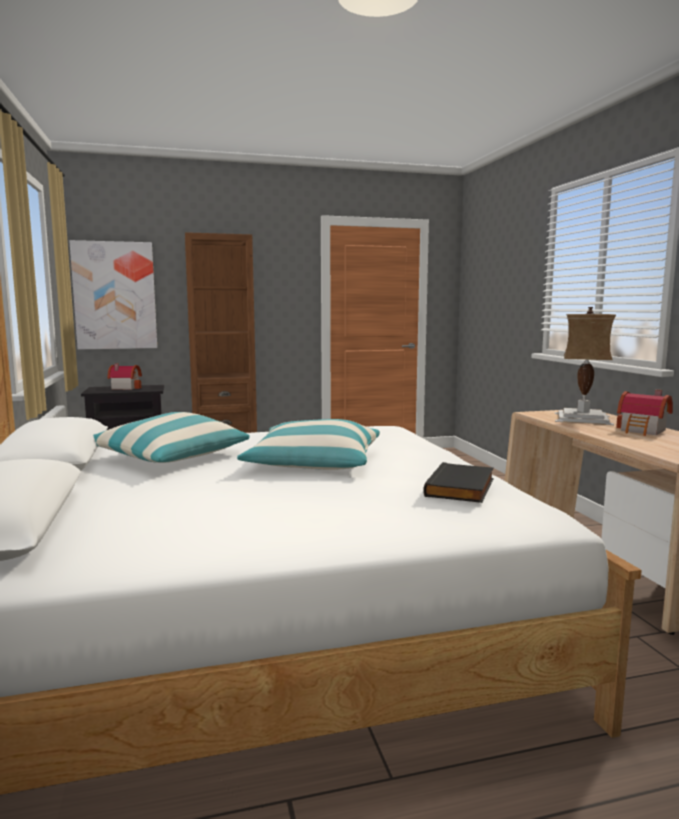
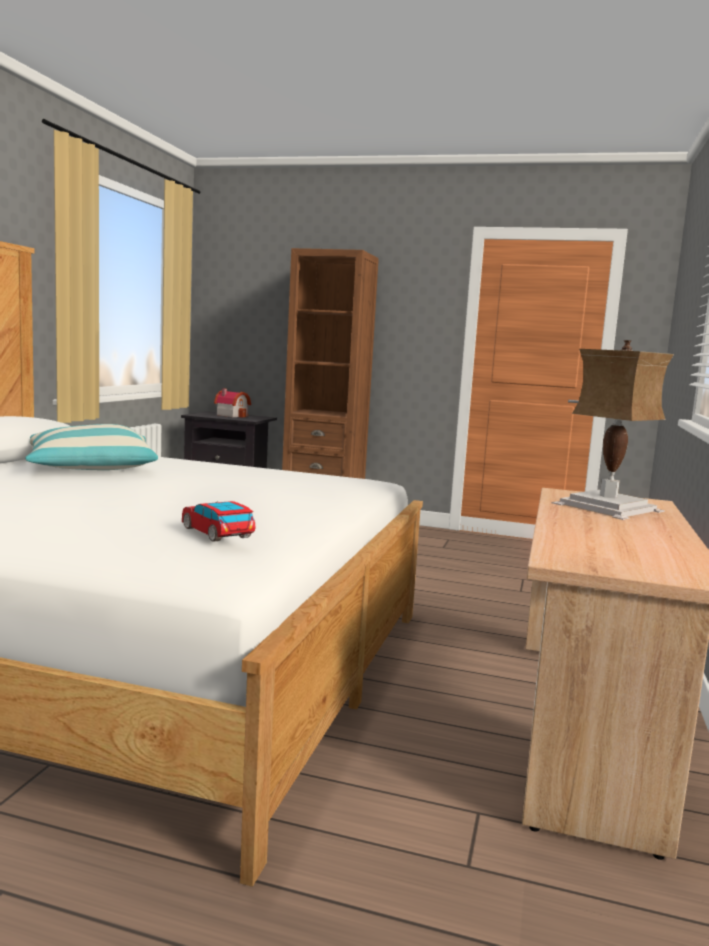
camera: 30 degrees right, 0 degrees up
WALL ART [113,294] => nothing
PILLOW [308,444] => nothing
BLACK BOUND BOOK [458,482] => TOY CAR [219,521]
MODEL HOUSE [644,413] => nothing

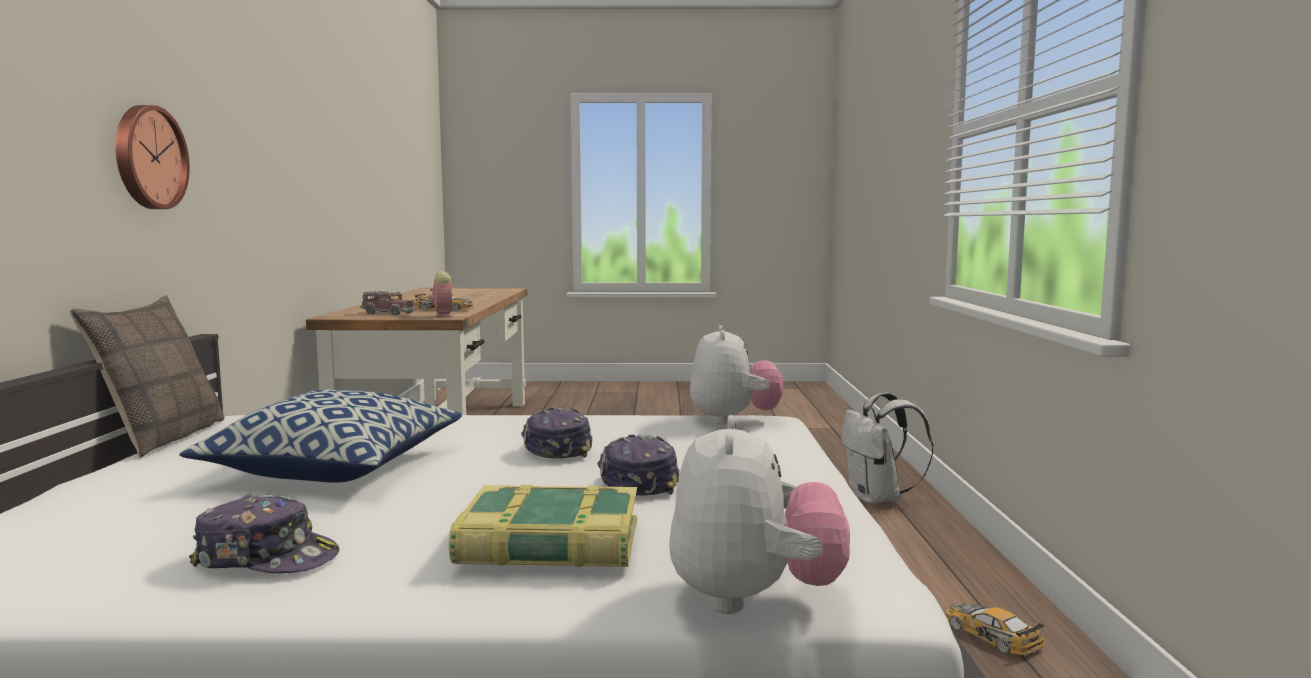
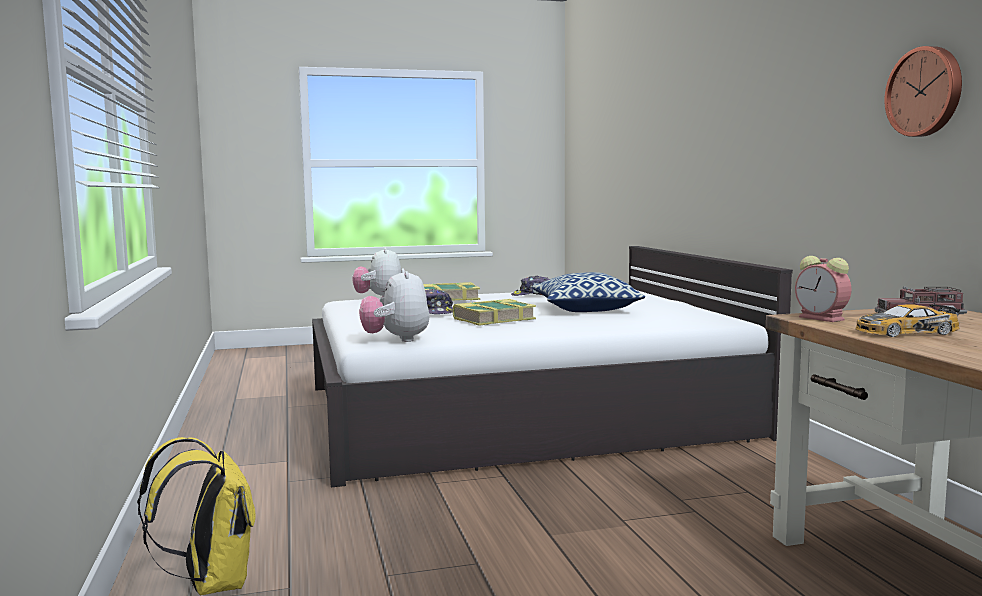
camera: 165 degrees right, 0 degrees up
PILLOW [147,376] => nothing
HANGING CLOCK [152,157] => HANGING CLOCK [923,91], relocated
BASEBALL CAP [557,432] => BOUND BOOK [494,312]
WHITE-COLOURED RUCKSACK [887,448] => YELLOW RUCKSACK [196,516]
TOY CAR [994,628] => nothing

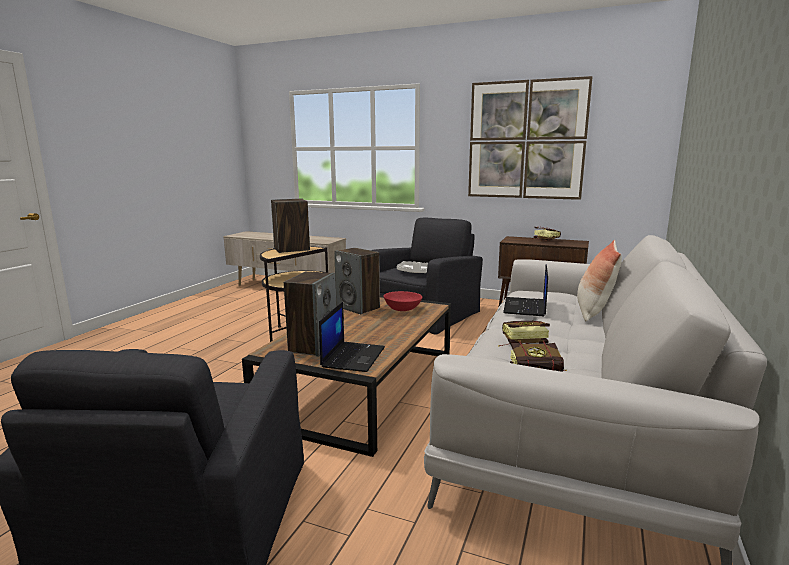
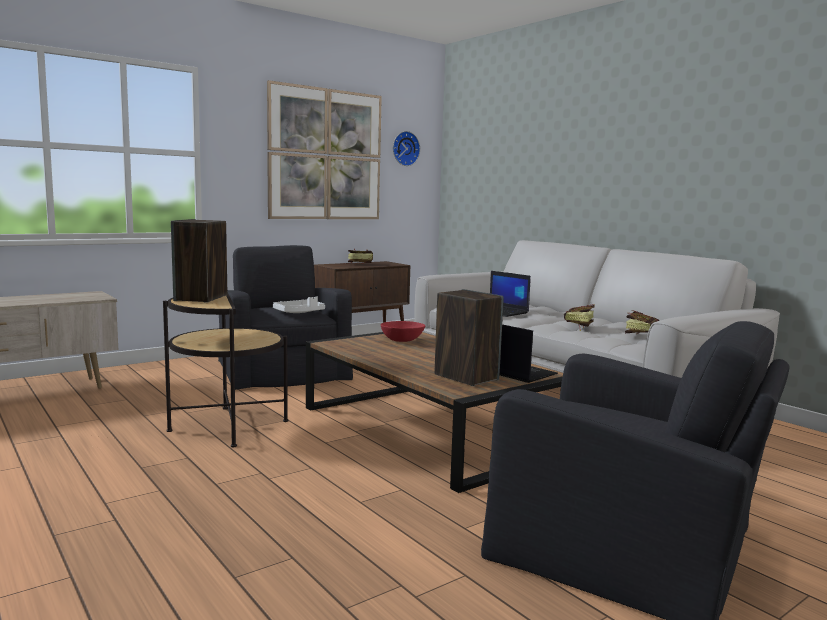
camera: 60 degrees left, 5 degrees down
LOUDSPEAKER [357,281] => nothing
PILLOW [599,280] => nothing
nothing => HANGING CLOCK [406,148]

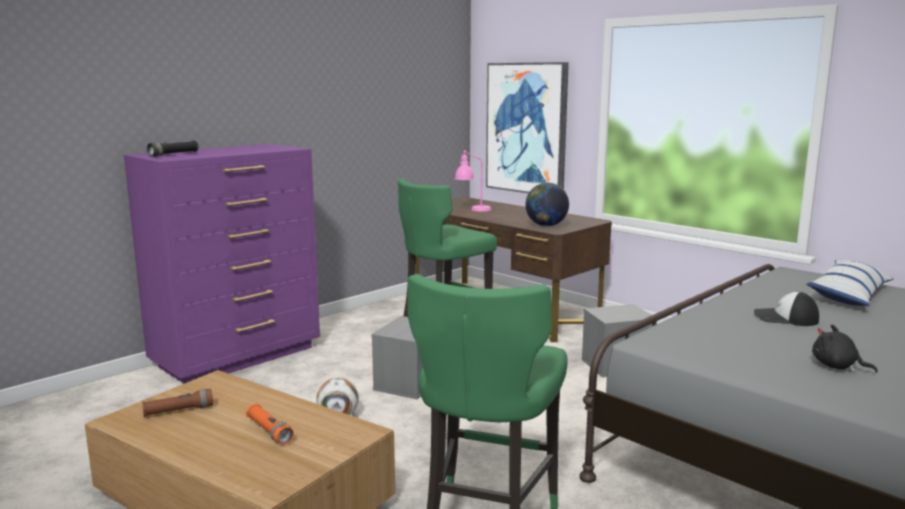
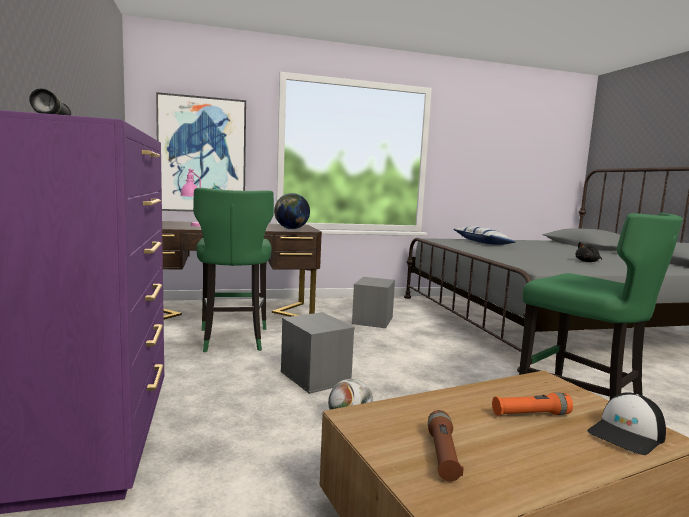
camera: 60 degrees left, 5 degrees down
BASEBALL CAP [786,309] => BASEBALL CAP [626,423], relocated

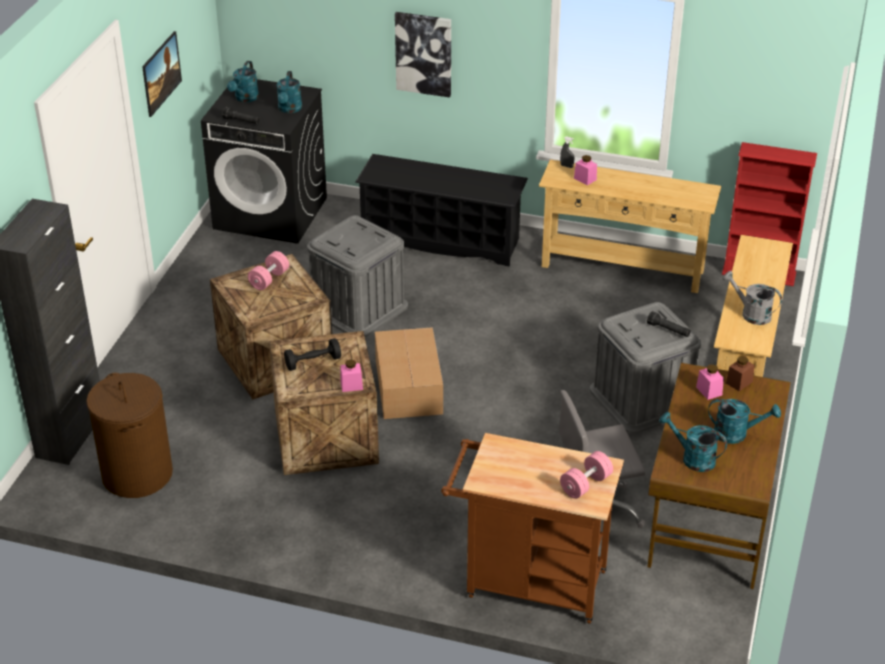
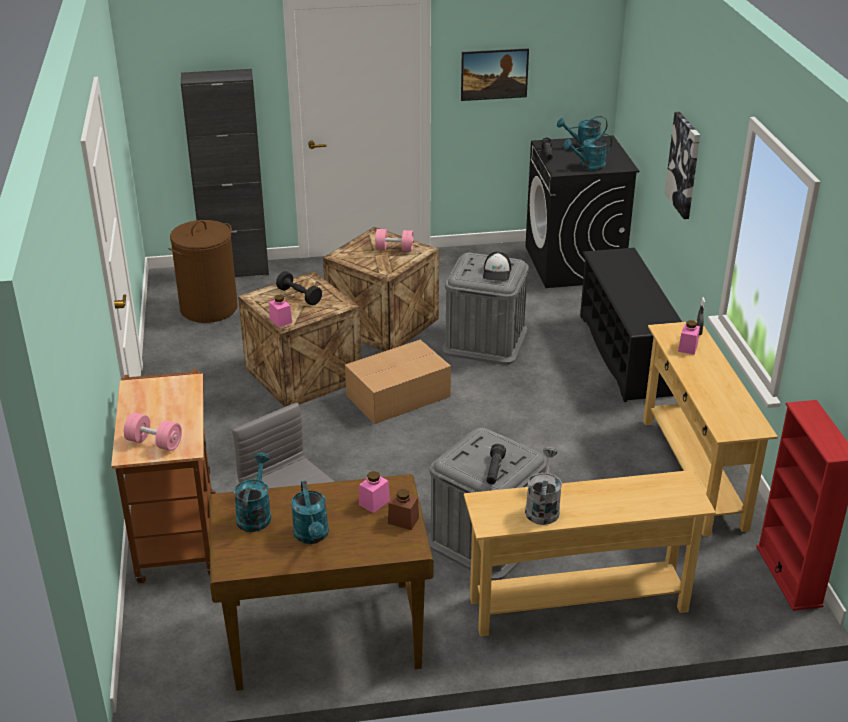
camera: 65 degrees right, 5 degrees down
nothing => BASEBALL CAP [497,266]

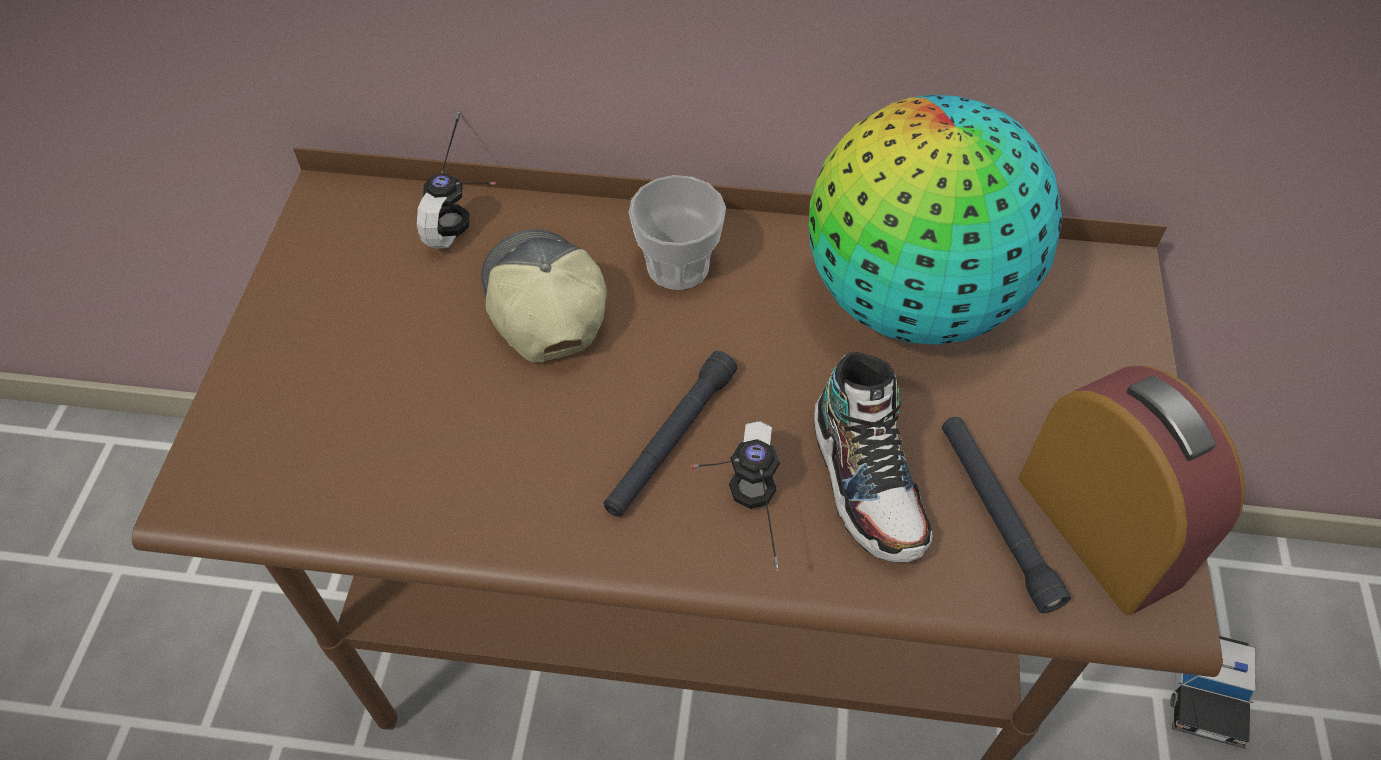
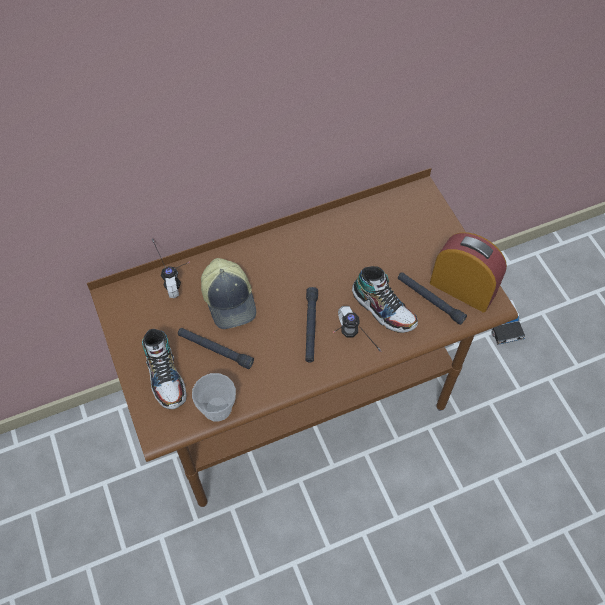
camera: 30 degrees left, 5 degrees up
BASEBALL CAP [544,296] => BASEBALL CAP [228,293], 150 degrees counterclockwise
SMALL CUP [677,232] => SMALL CUP [214,397], relocated
GLOBE [935,219] => nothing
nothing => ITEM OF FOOTWEAR [164,369]
nothing => BLACK TORCH [216,348]

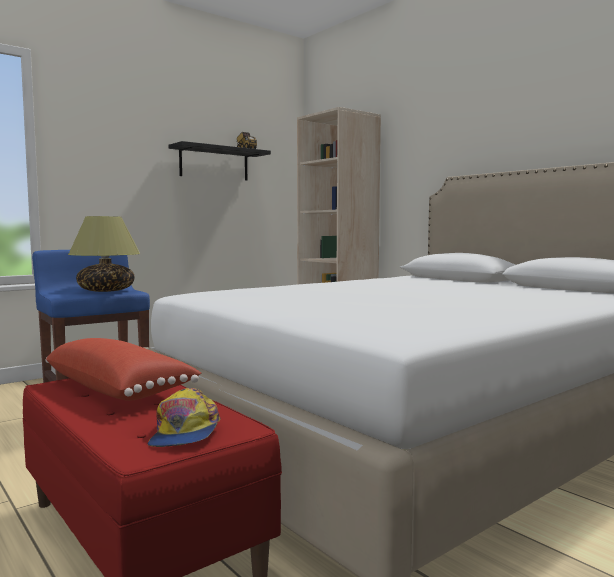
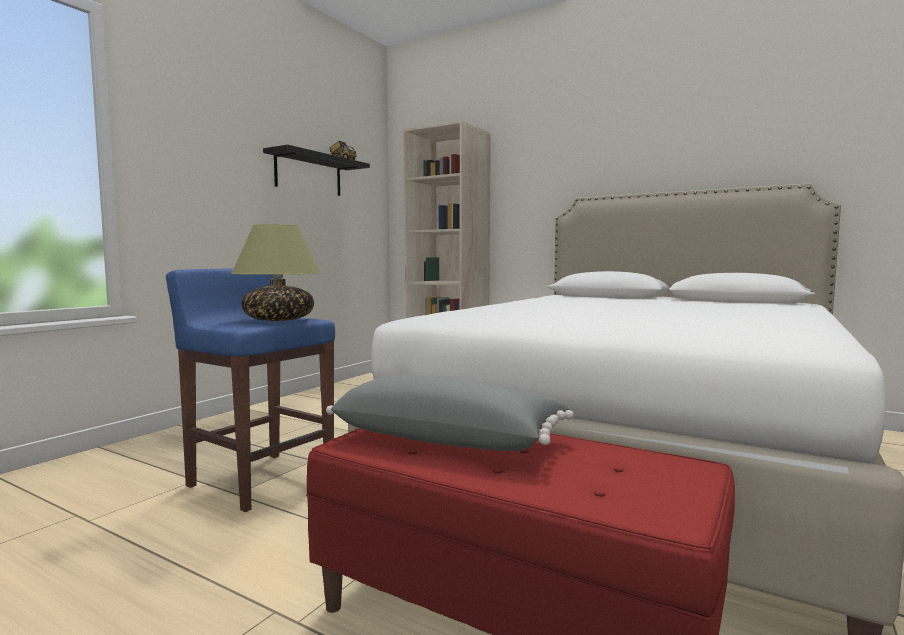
camera: 20 degrees left, 0 degrees up
RED PILLOW [123,369] => GREYISH PILLOW [450,413]
BASEBALL CAP [184,417] => nothing

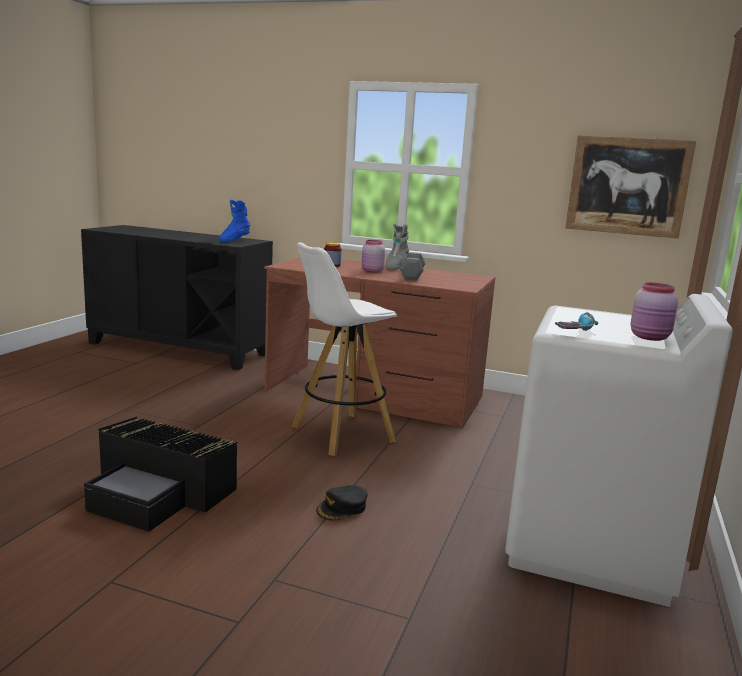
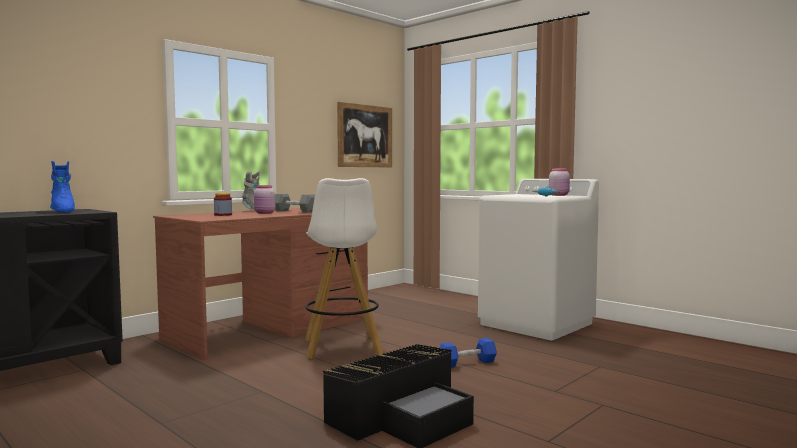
camera: 65 degrees left, 10 degrees down
BLACK BASEBALL CAP [342,502] => BLUE FREE WEIGHT [468,353]

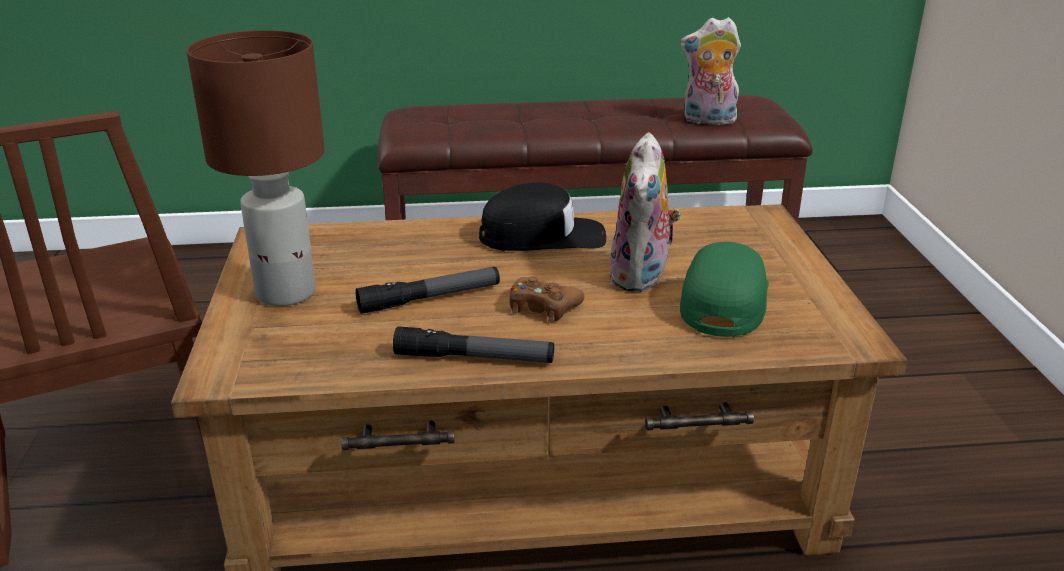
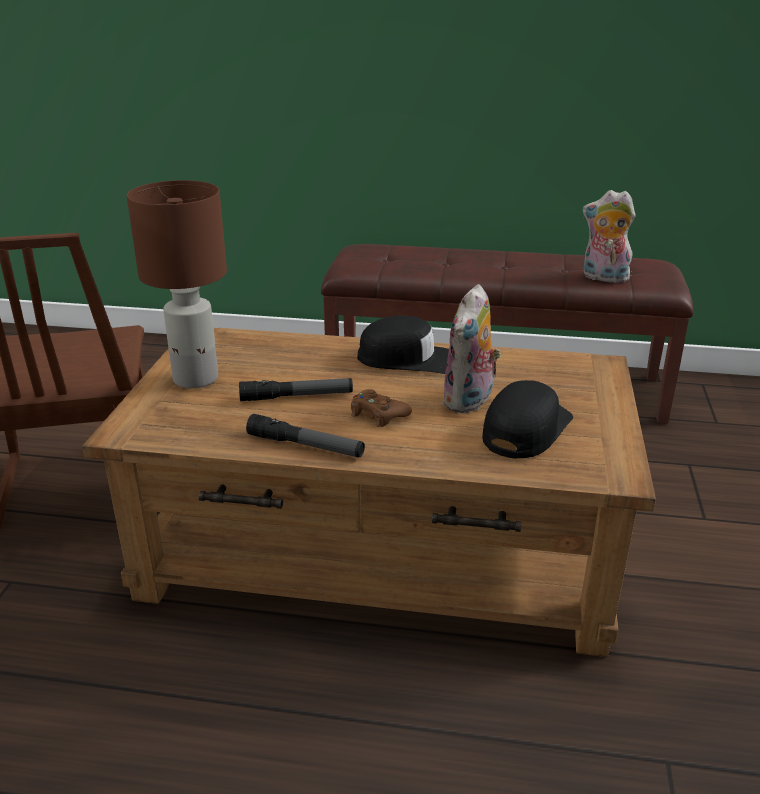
camera: 15 degrees right, 0 degrees up
GREEN-COLOURED BASEBALL CAP [724,289] => BLACK BASEBALL CAP [527,419]

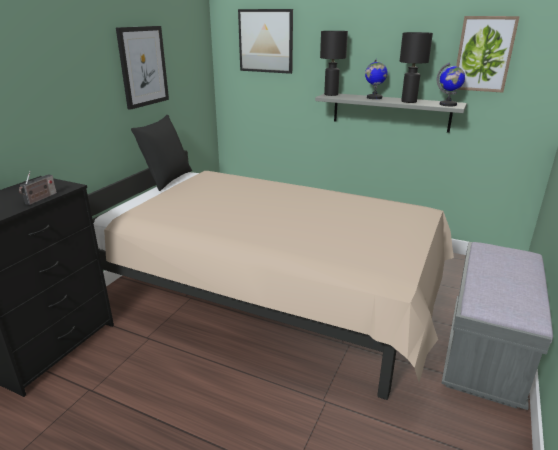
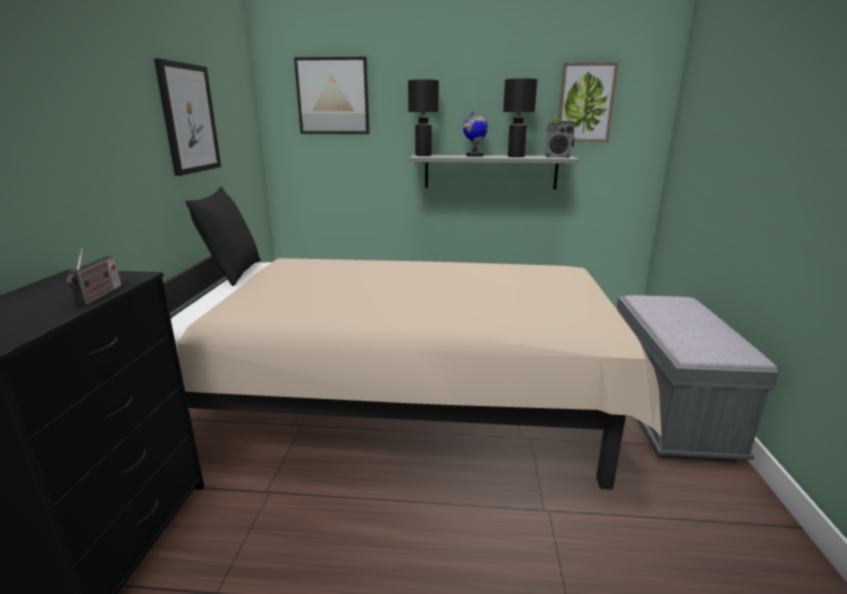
camera: 20 degrees left, 5 degrees down
GLOBE [451,84] => RADIO SET [560,138]

